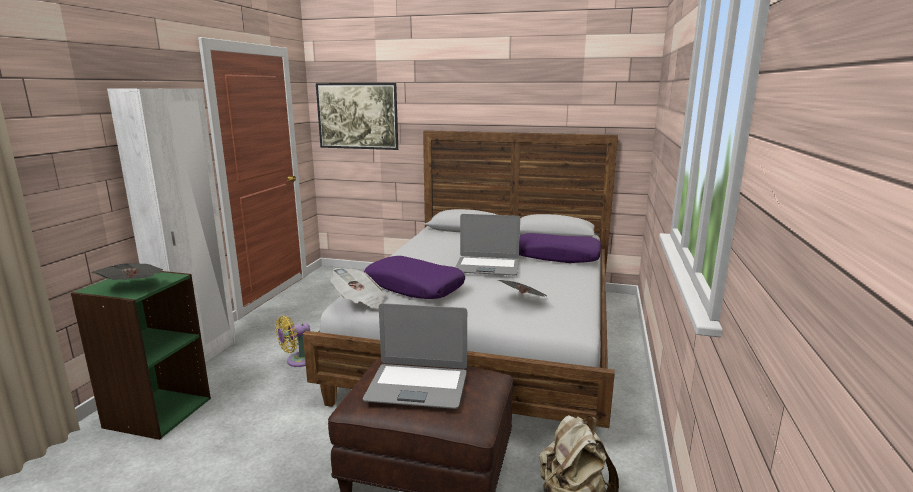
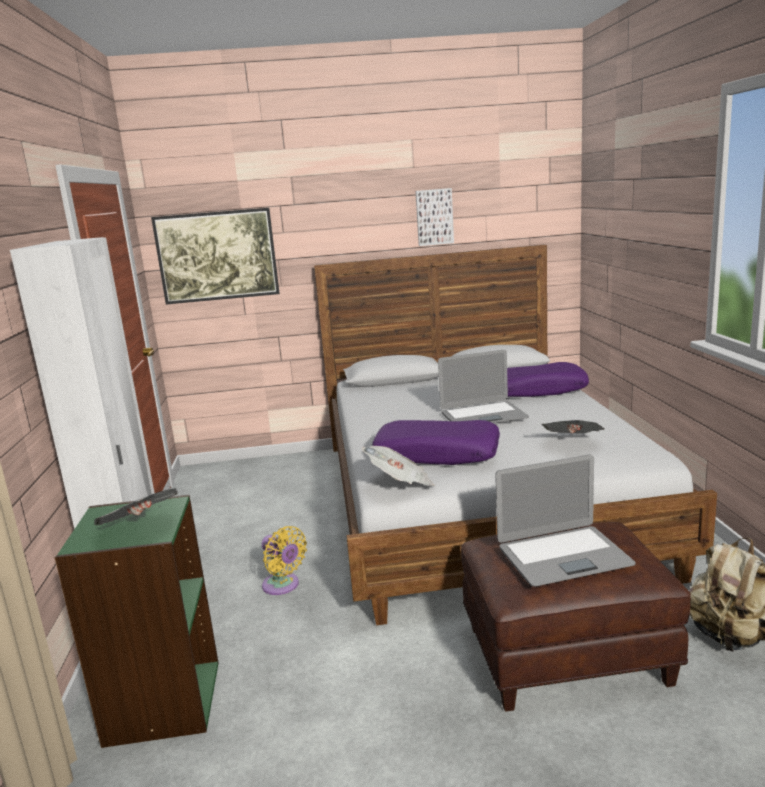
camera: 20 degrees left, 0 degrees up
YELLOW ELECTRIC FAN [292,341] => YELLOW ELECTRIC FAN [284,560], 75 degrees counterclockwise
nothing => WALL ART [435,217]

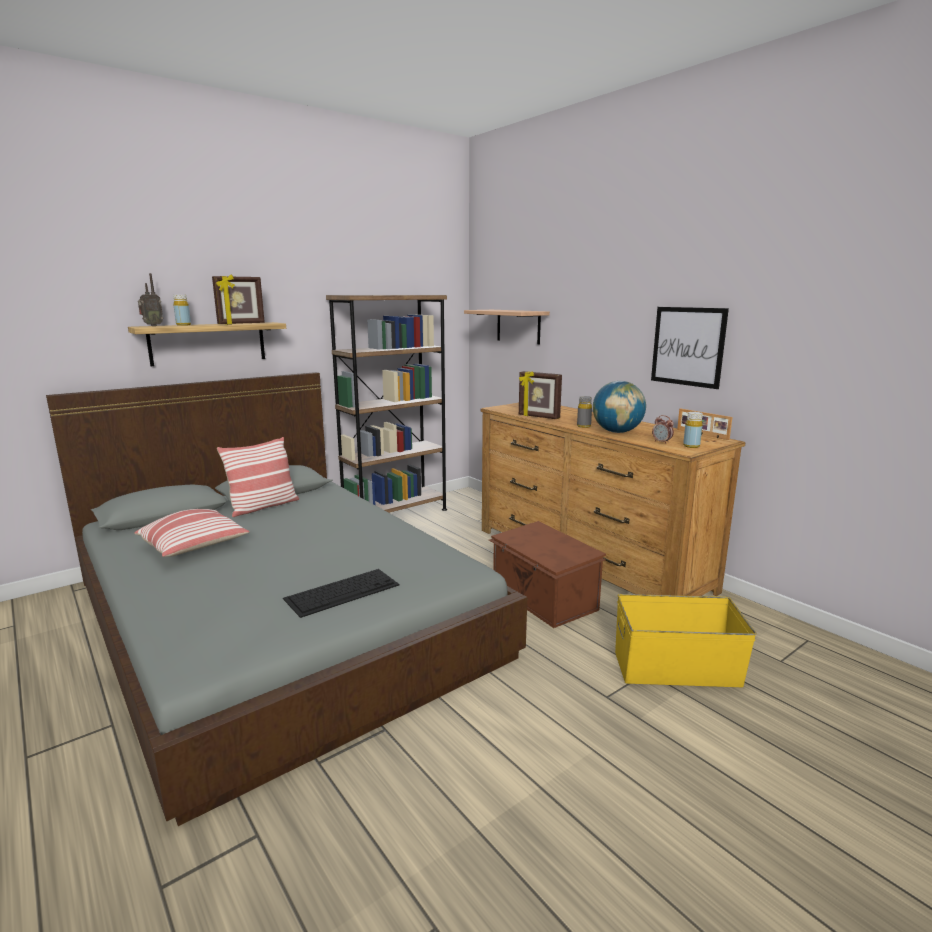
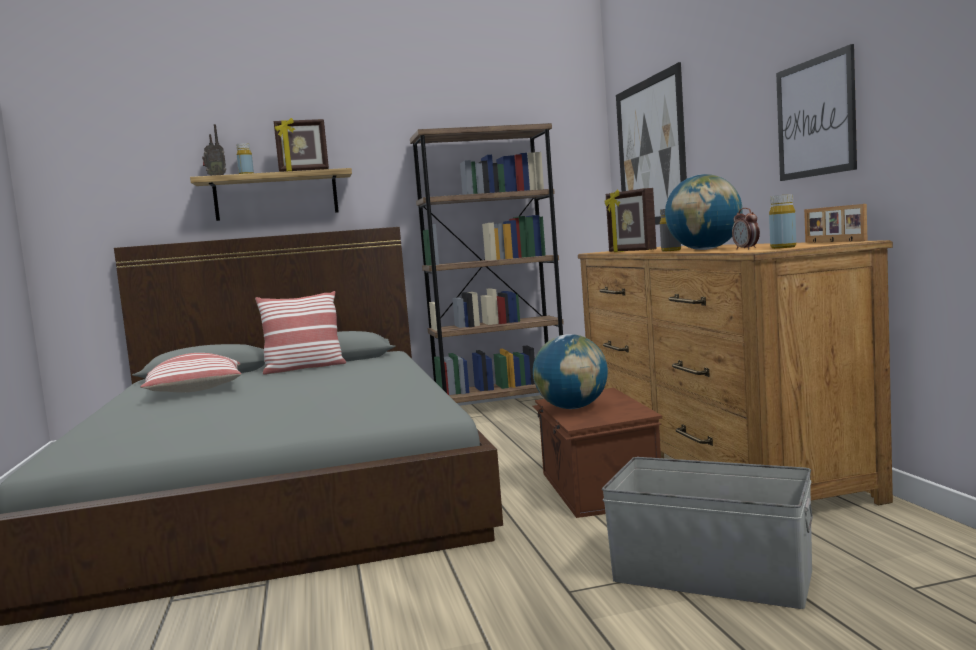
camera: 25 degrees right, 10 degrees down
COMPUTER KEYBOARD [341,593] => nothing
SHELF [507,327] => WALL ART [651,143]
YELLOW STORAGE BIN [685,640] => GREYISH STORAGE BIN [707,533]
nothing => GLOBE [570,371]

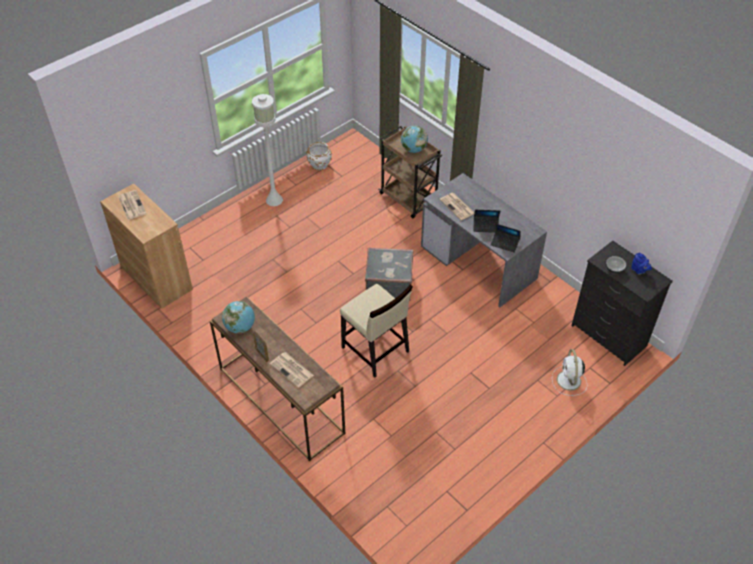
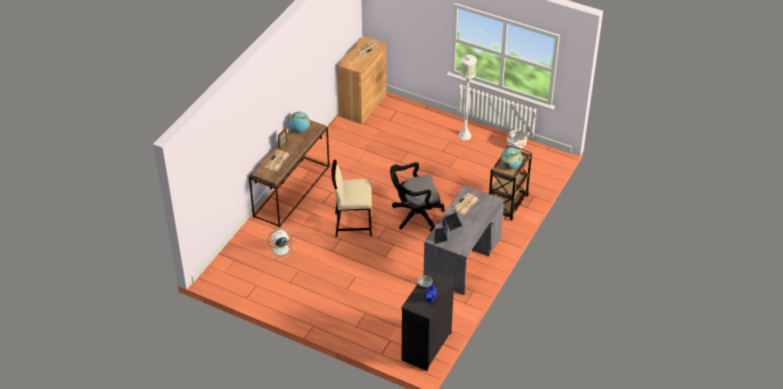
camera: 70 degrees right, 5 degrees down
SAND-COLOURED PLAIN CHAIR [376,330] => SAND-COLOURED PLAIN CHAIR [351,198], 60 degrees clockwise
GREYISH TRAVEL CASE [389,274] => BLACK DESK CHAIR [417,196]
WHITE-COLOURED ELECTRIC FAN [569,372] => WHITE-COLOURED ELECTRIC FAN [281,243], relocated

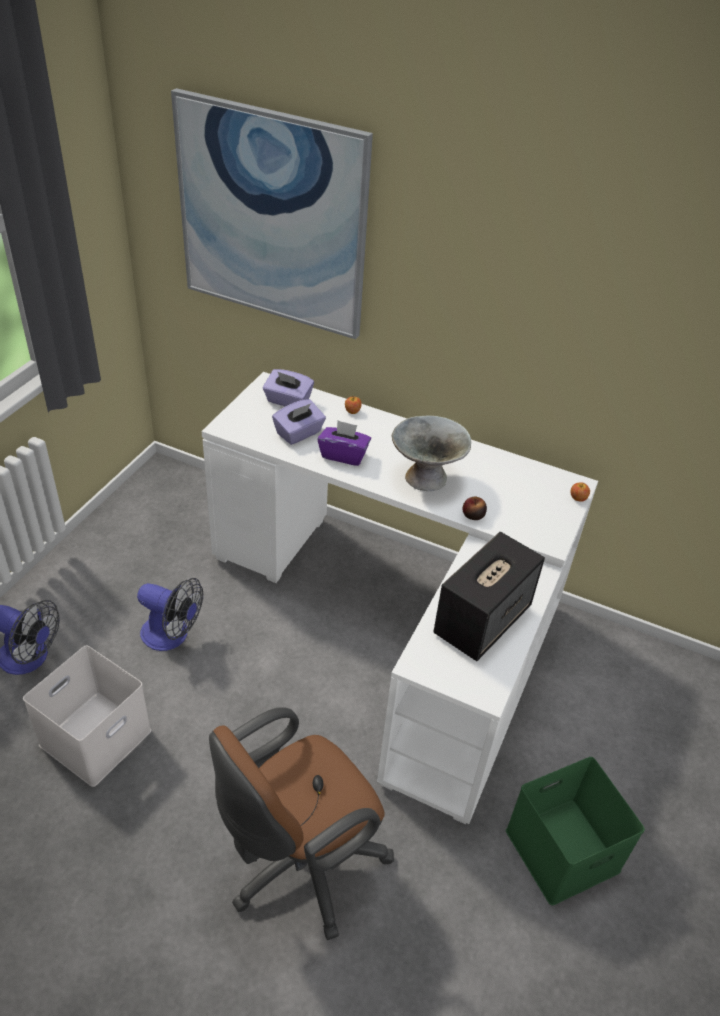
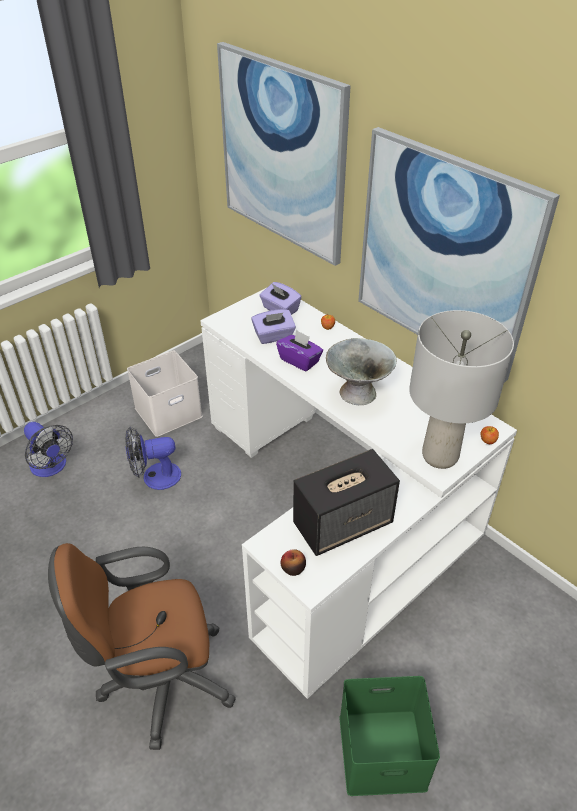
camera: 25 degrees right, 0 degrees up
WHITE-COLOURED STORAGE BIN [87,716] => WHITE-COLOURED STORAGE BIN [164,393], relocated
ELECTRIC FAN [170,614] => ELECTRIC FAN [153,458], 120 degrees clockwise
APPLE FRUIT [475,508] => APPLE FRUIT [293,562], relocated
nothing => WALL ART [459,254]
nothing => GREYISH TABLETOP LAMP [461,389]

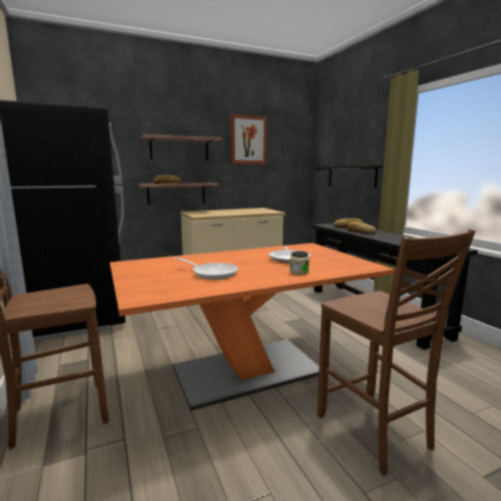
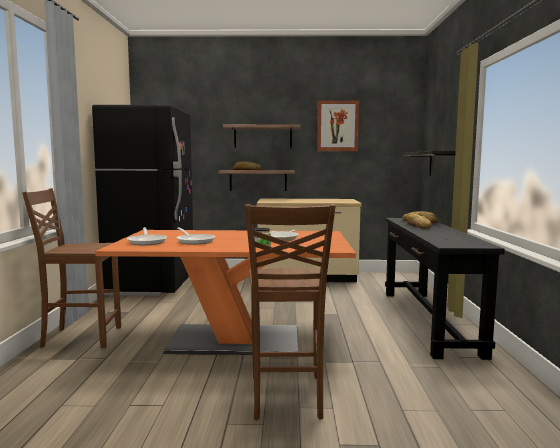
camera: 25 degrees right, 5 degrees down
nothing => FRYING PAN [147,236]

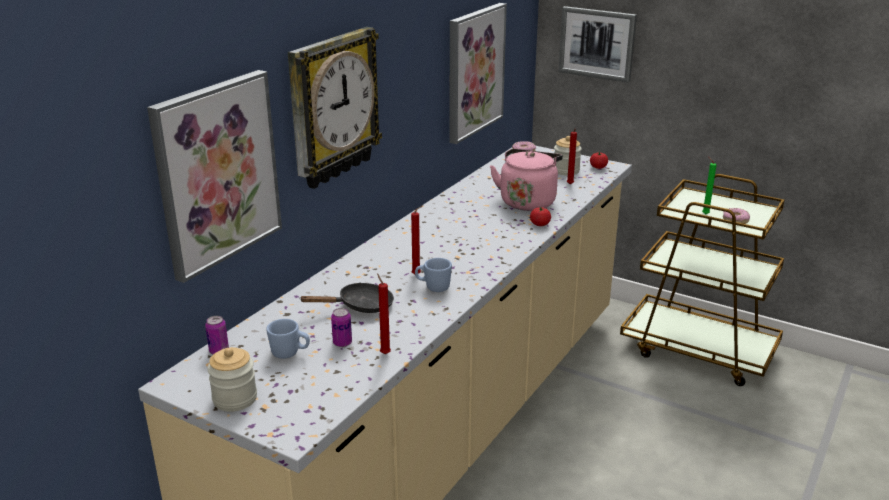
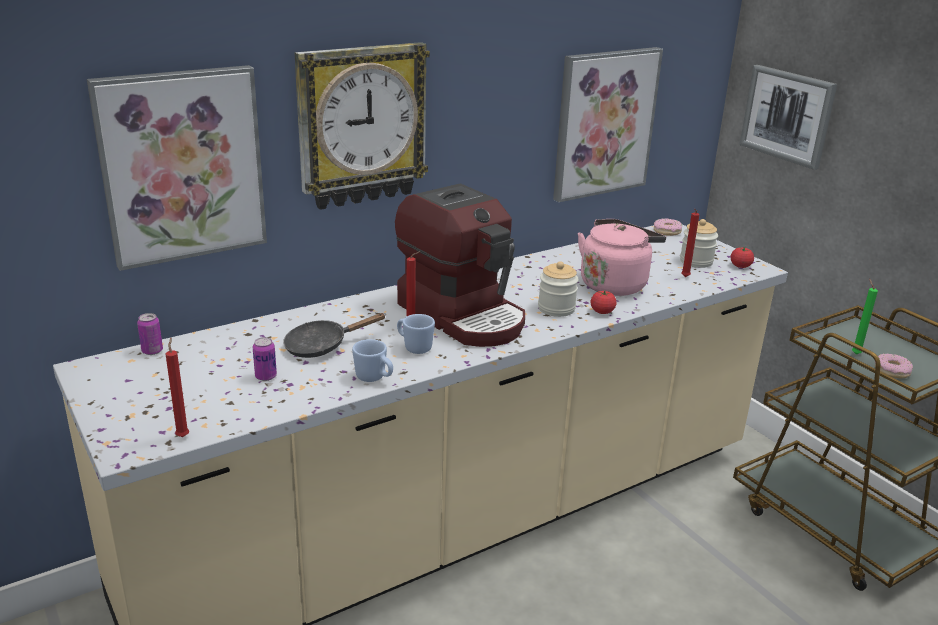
camera: 25 degrees right, 0 degrees up
STORAGE JAR [232,379] => STORAGE JAR [558,289], relocated
BLUE TEA MUG [288,339] => BLUE TEA MUG [372,360], relocated
BLACK FRYING PAN [346,297] => BLACK FRYING PAN [334,335], 150 degrees clockwise
RED WAX LIGHT [384,313] => RED WAX LIGHT [177,387], relocated
nothing => COFFEE BREWER [460,265]

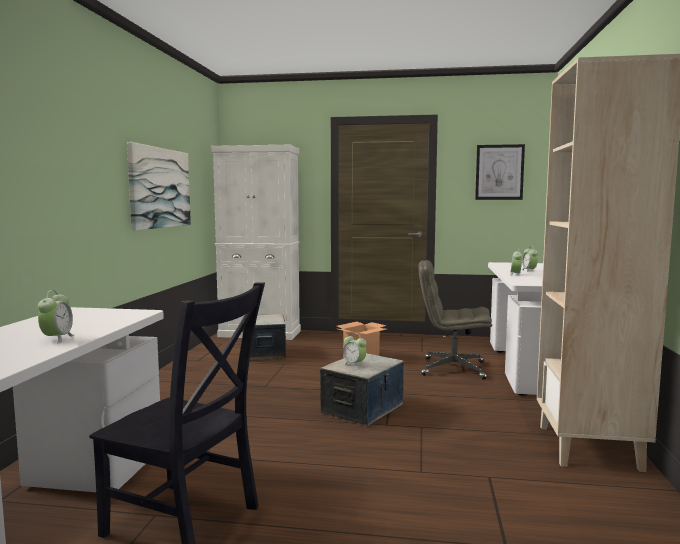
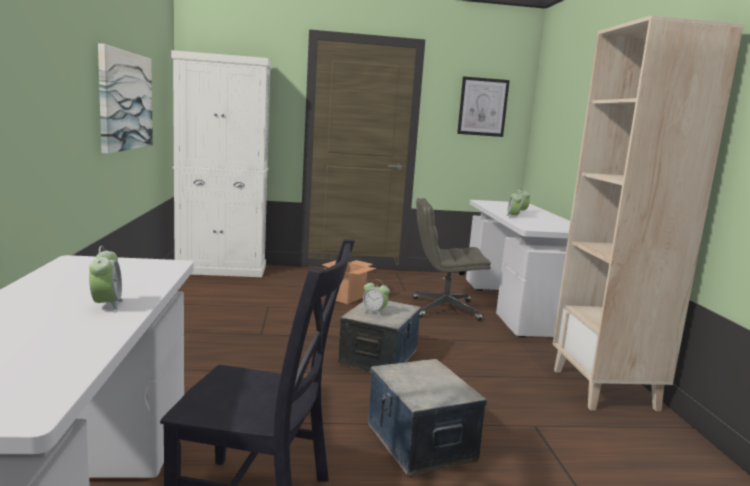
camera: 15 degrees left, 5 degrees up
STORAGE BIN [263,337] => STORAGE BIN [427,418], relocated

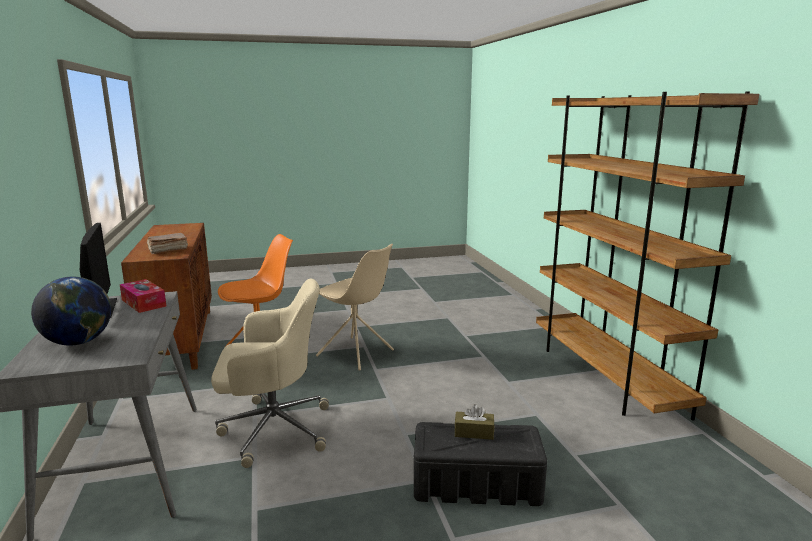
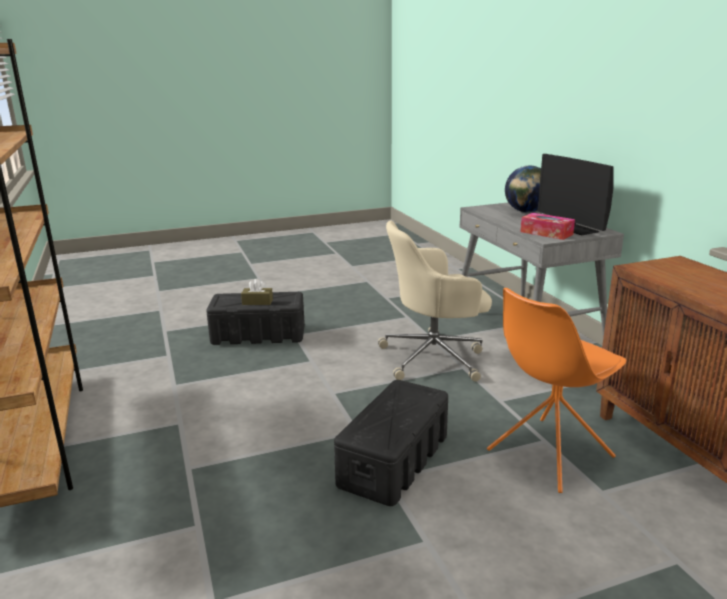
camera: 175 degrees right, 5 degrees up
BROWN-COLOURED BOUND BOOK [167,243] => nothing
SAND-COLOURED PLAIN CHAIR [355,307] => BLACK STORAGE BIN [391,443]

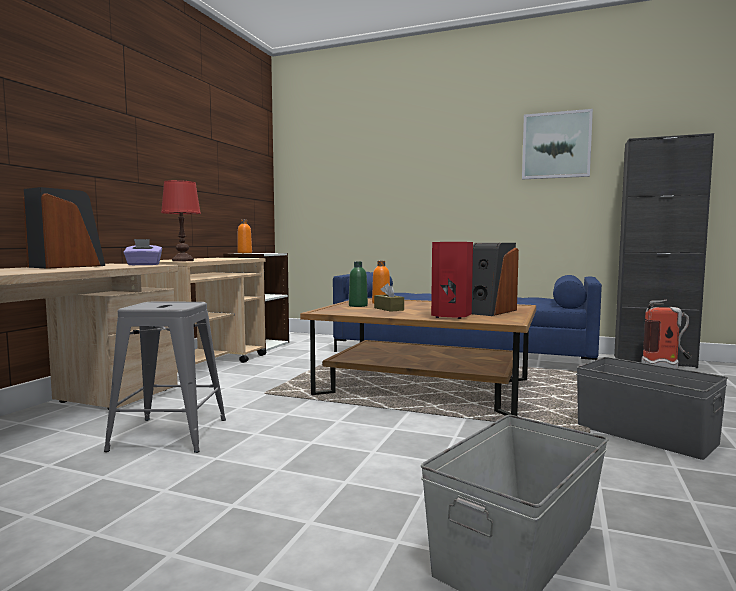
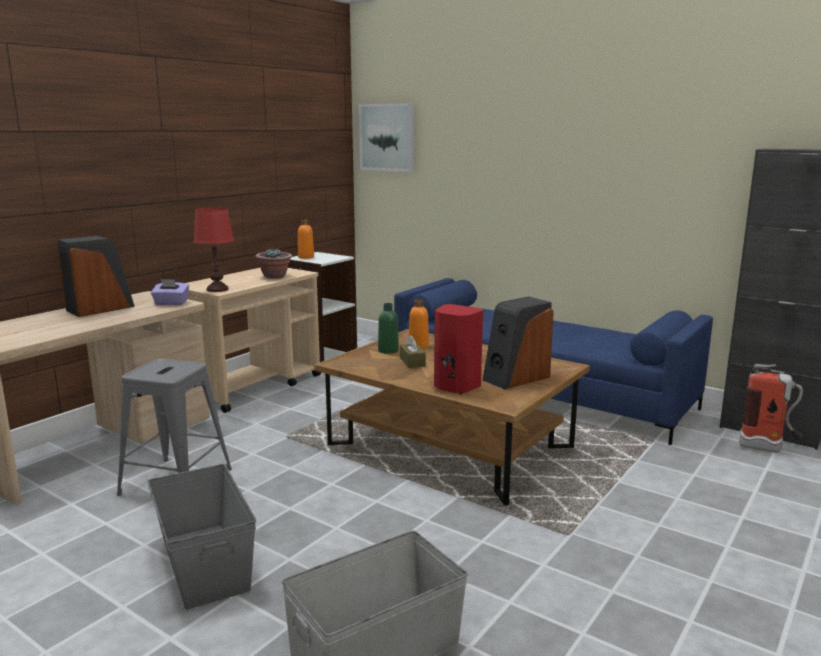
camera: 15 degrees right, 10 degrees up
WALL ART [557,144] => WALL ART [386,137], relocated
GREYISH STORAGE BIN [652,408] => GREYISH STORAGE BIN [201,537], relocated
nothing => PLANT IN A POT [273,263]

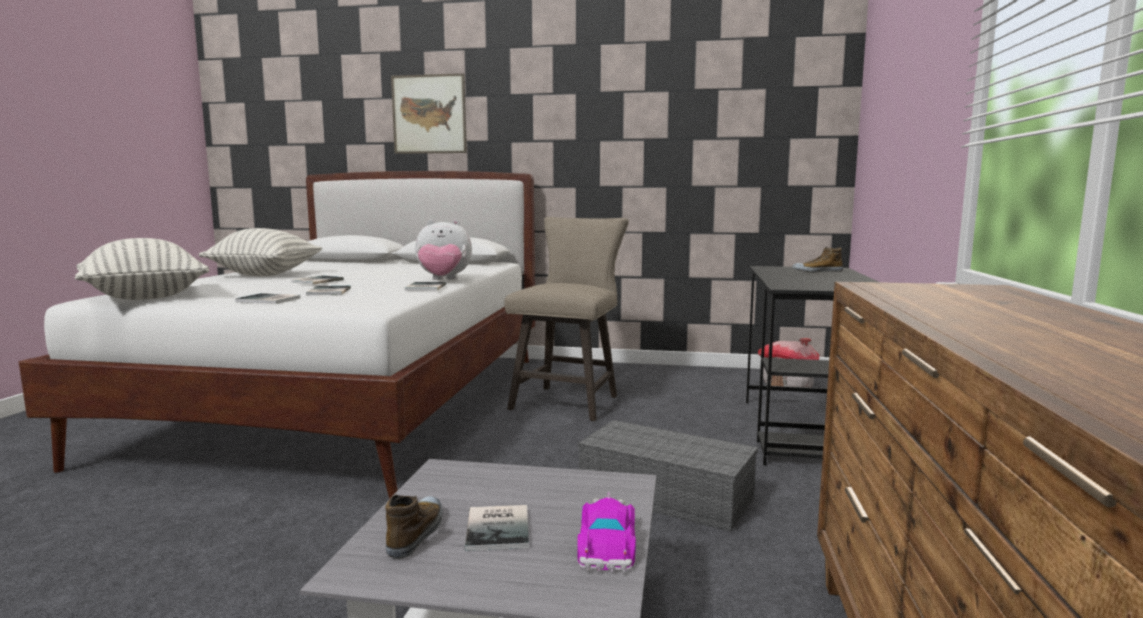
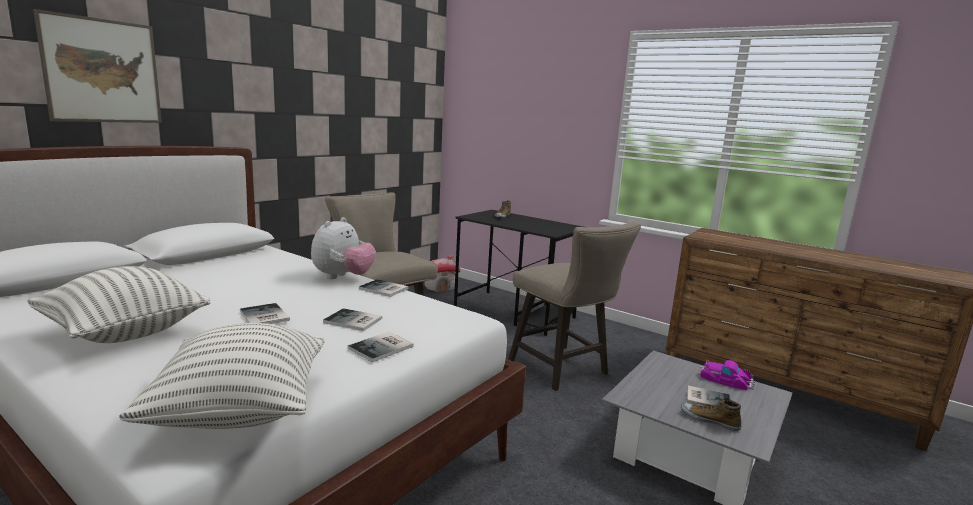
camera: 65 degrees left, 5 degrees up
GREYISH STORAGE BIN [668,476] => SAND-COLOURED STOOL [574,306]

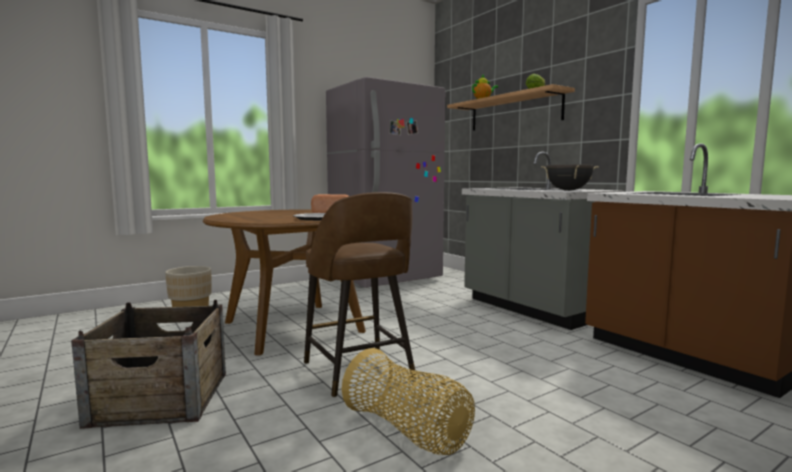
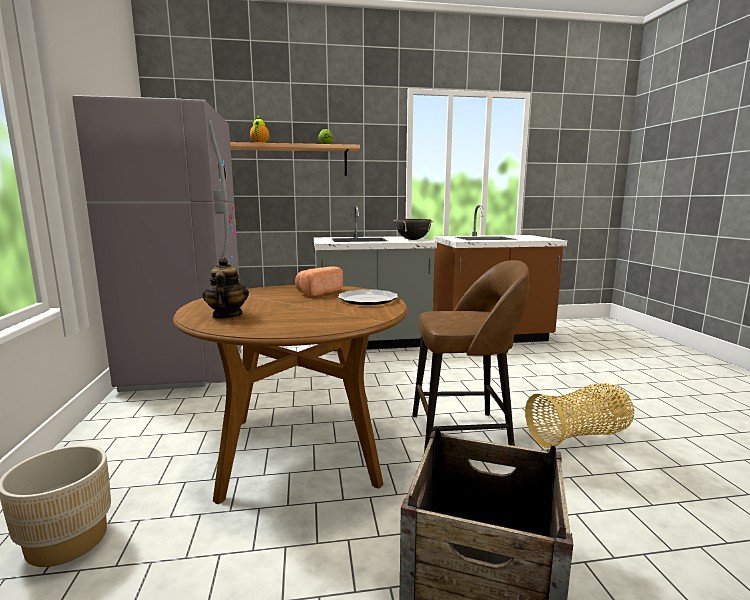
camera: 65 degrees left, 5 degrees up
nothing => TEA POT [225,288]

